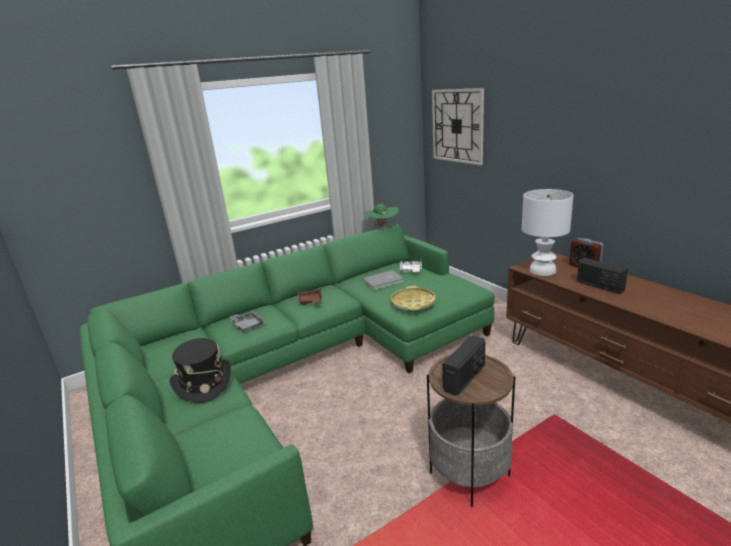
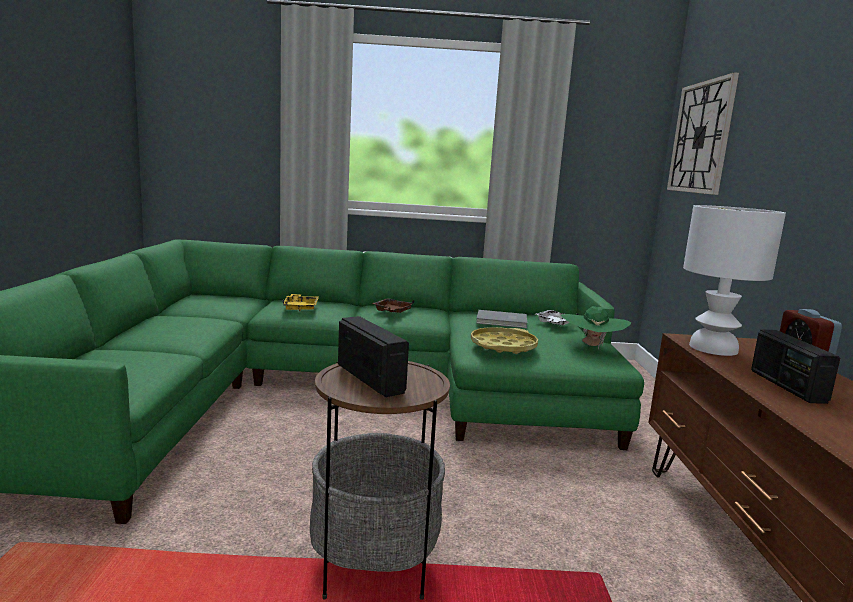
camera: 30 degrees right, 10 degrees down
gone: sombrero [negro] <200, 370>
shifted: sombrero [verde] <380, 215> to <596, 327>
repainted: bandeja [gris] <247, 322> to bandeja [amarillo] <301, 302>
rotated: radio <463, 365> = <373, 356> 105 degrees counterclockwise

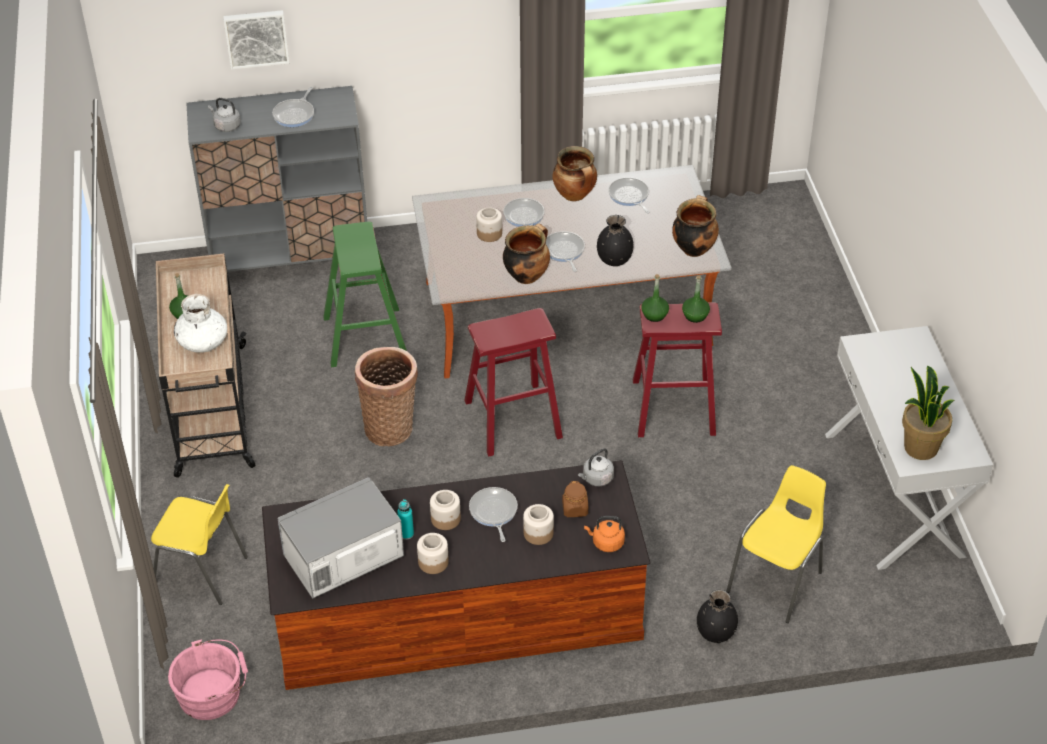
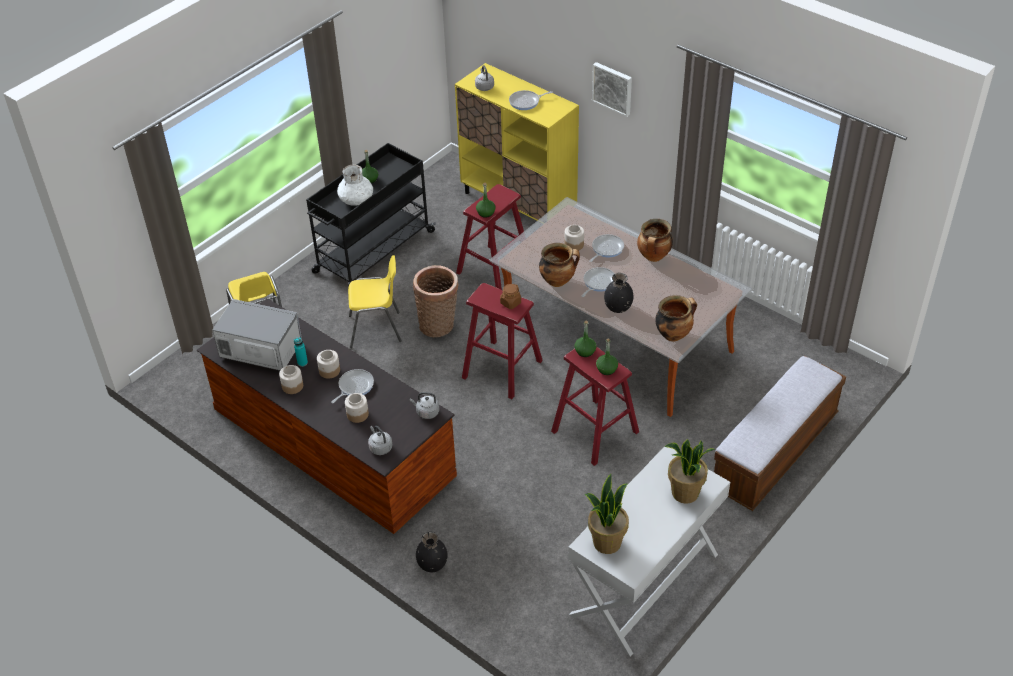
camera: 50 degrees right, 0 degrees up
gone: cubo [rosa] <208, 679>; sartén <628, 195>
new: botella [verde] <486, 200>; planta en maceta <689, 471>; banco <780, 433>
shifted: cuadro <256, 39> to <612, 89>; tarro [marrón] <575, 499> to <510, 296>; silla [amarillo] <776, 544> to <375, 301>
repainted: carrito [beis] <205, 366> to carrito [negro] <371, 214>; armario [gris] <276, 179> to armario [amarillo] <517, 142>; taburete [verde] <365, 294> to taburete [rojo] <490, 237>; hervidor [naranja] <604, 534> to hervidor [gris] <380, 440>

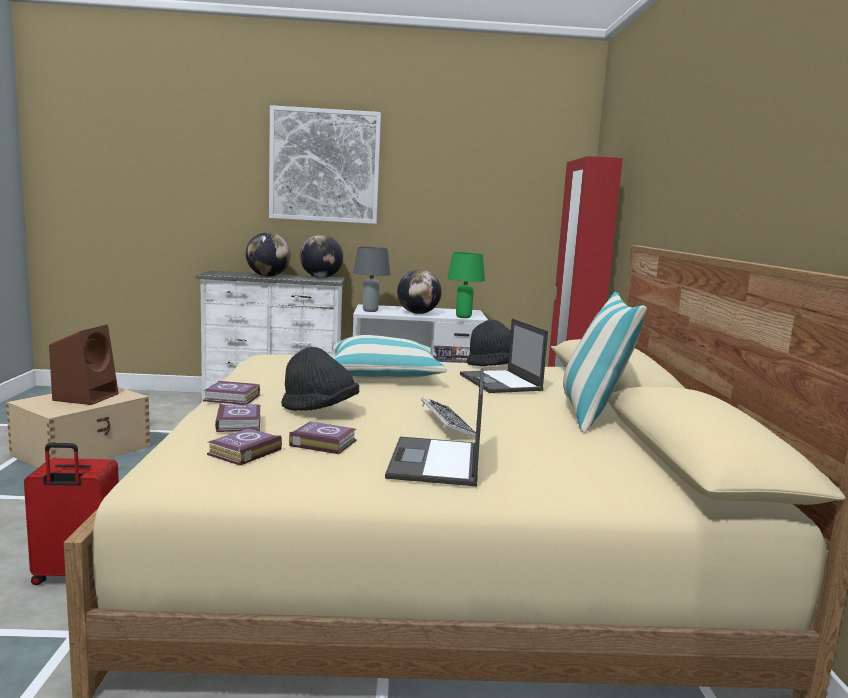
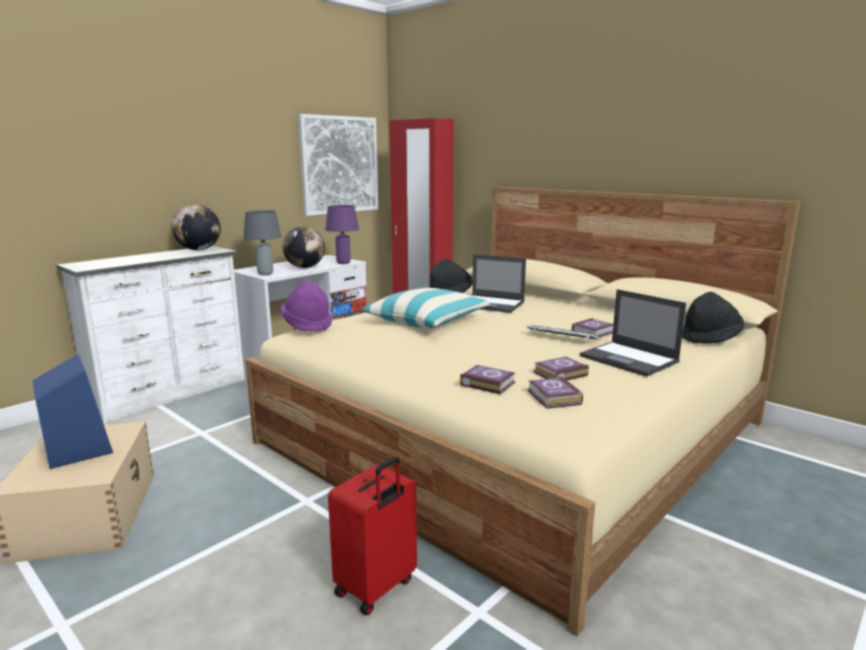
camera: 45 degrees left, 5 degrees up
gone: globo terráqueo <268, 254>; cojín <605, 362>
new: sombrero [morado] <306, 306>
shifted: libro <231, 393> to <592, 327>; cuadro <325, 164> to <338, 165>; sombrero [negro] <320, 379> to <713, 318>
repainted: altavoz [marrón] <84, 365> to altavoz [azul] <72, 411>; lámpara de mesa [verde] <466, 285> to lámpara de mesa [morado] <342, 234>

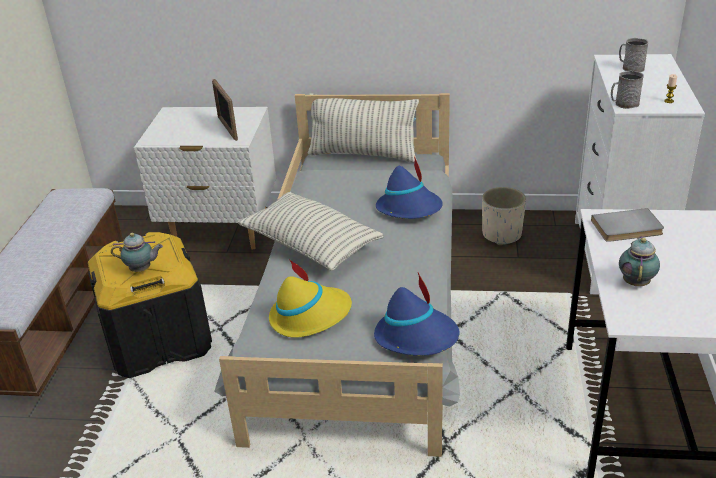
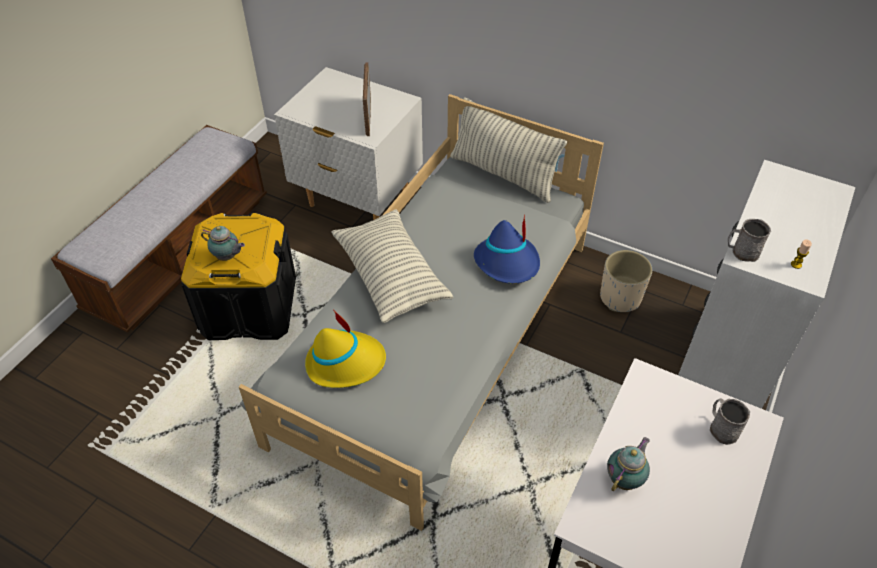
camera: 20 degrees right, 15 degrees up
gone: sombrero [azul] <417, 314>; libro [gris] <627, 225>
shifted: taza grande [gris] <633, 55> to <730, 421>

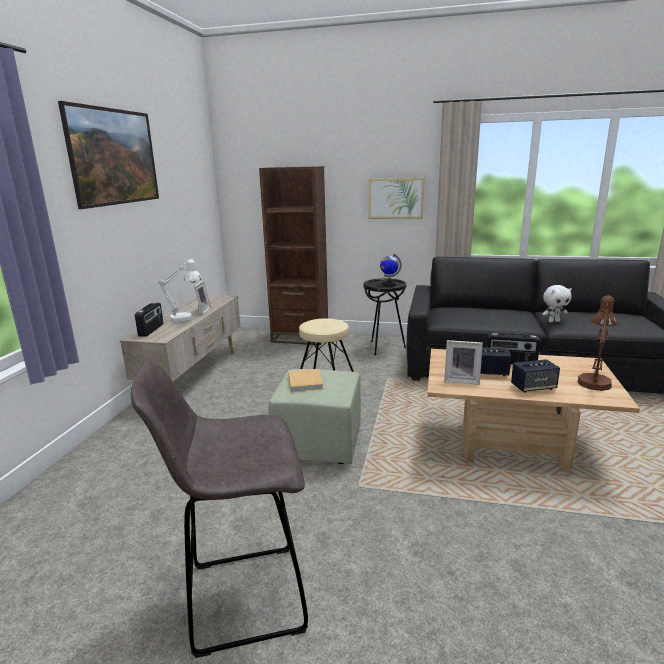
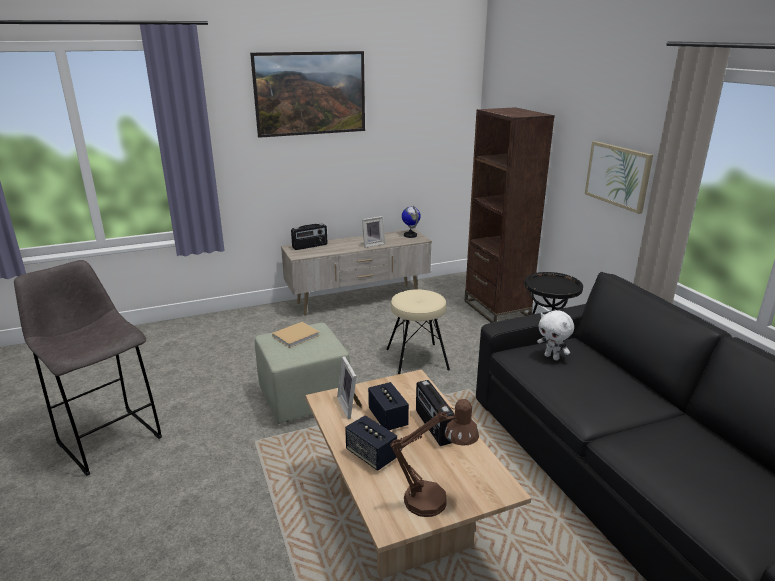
camera: 55 degrees right, 5 degrees up
gone: lámpara de mesa [blanco] <180, 290>
shifted: globo terráqueo <391, 270> to <411, 222>; peluche [blanco] <557, 304> to <555, 335>

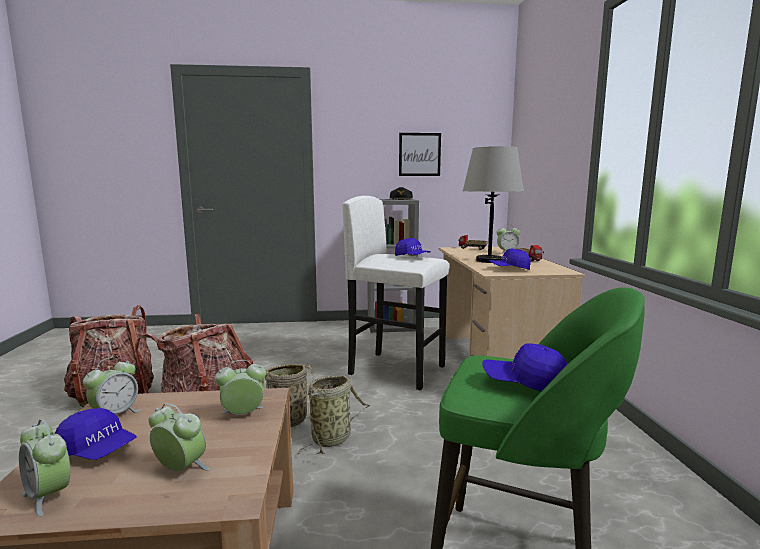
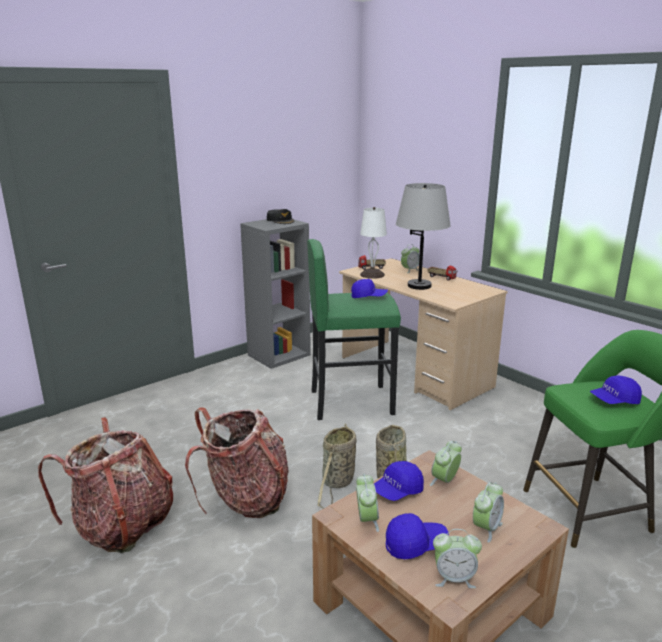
camera: 35 degrees left, 10 degrees up
gone: cuadro <420, 154>
new: lámpara de mesa [blanco] <373, 243>
shifted: gorra [azul] <509, 259> to <399, 481>
repainted: taburete [blanco] <395, 293> to taburete [verde] <354, 329>
rotated: despertador <178, 437> = <488, 512> 135 degrees clockwise

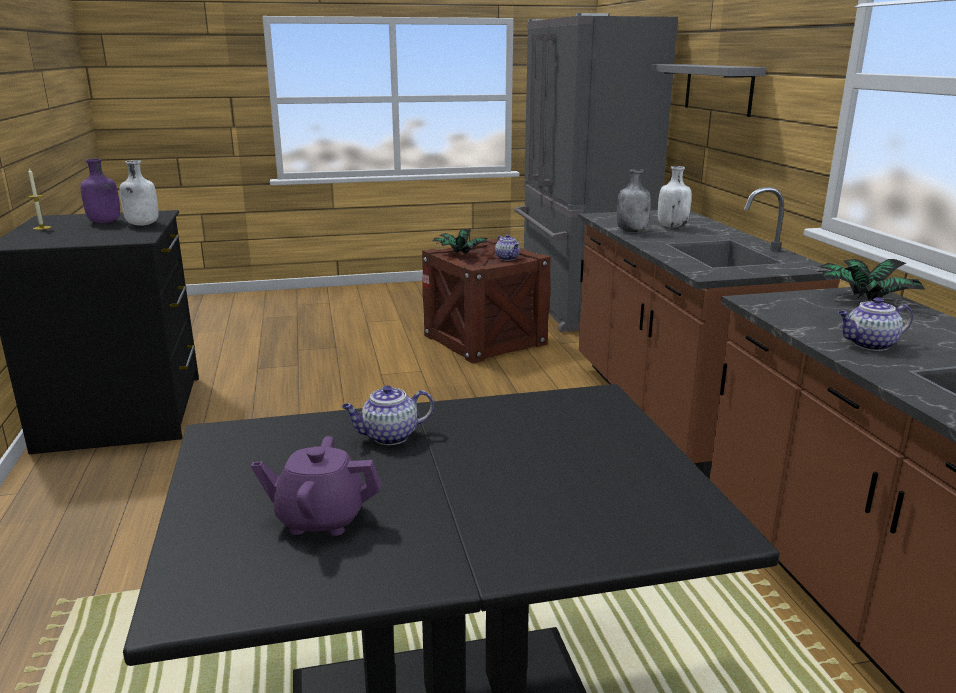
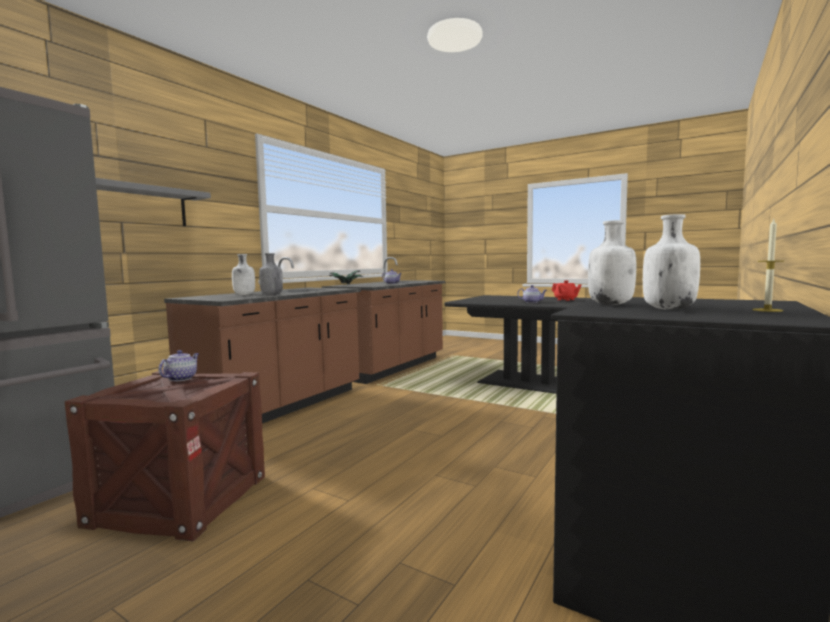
camera: 135 degrees left, 15 degrees down
gone: planta en maceta <460, 242>
repainted: botella [morado] <100, 191> to botella [blanco] <671, 262>; tetera [morado] <316, 486> to tetera [rojo] <567, 290>

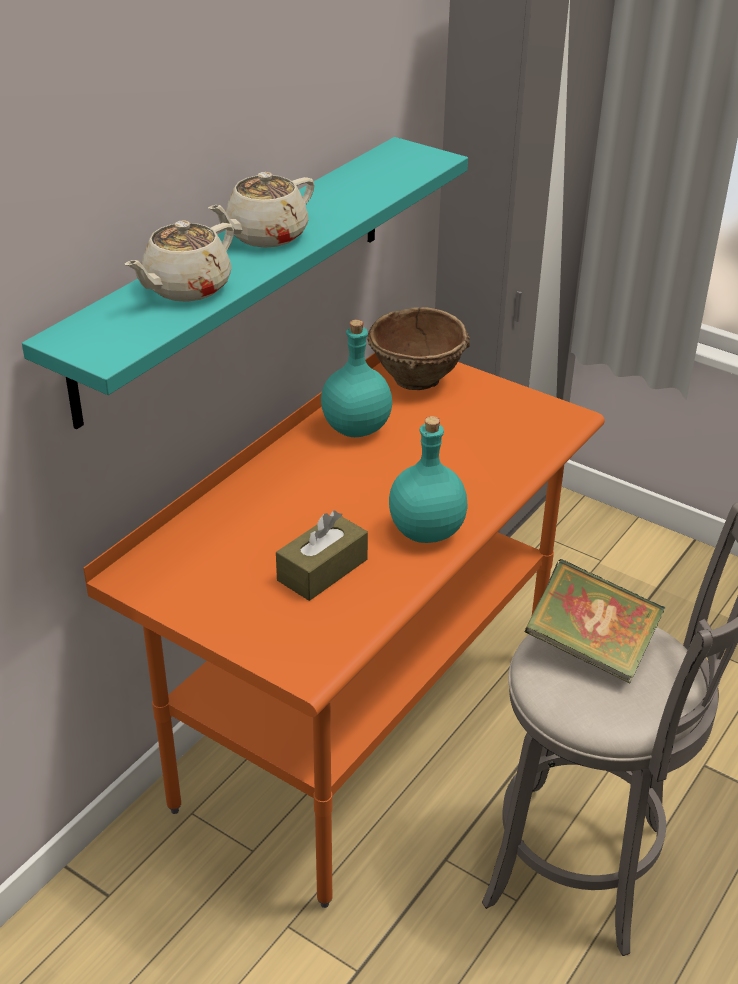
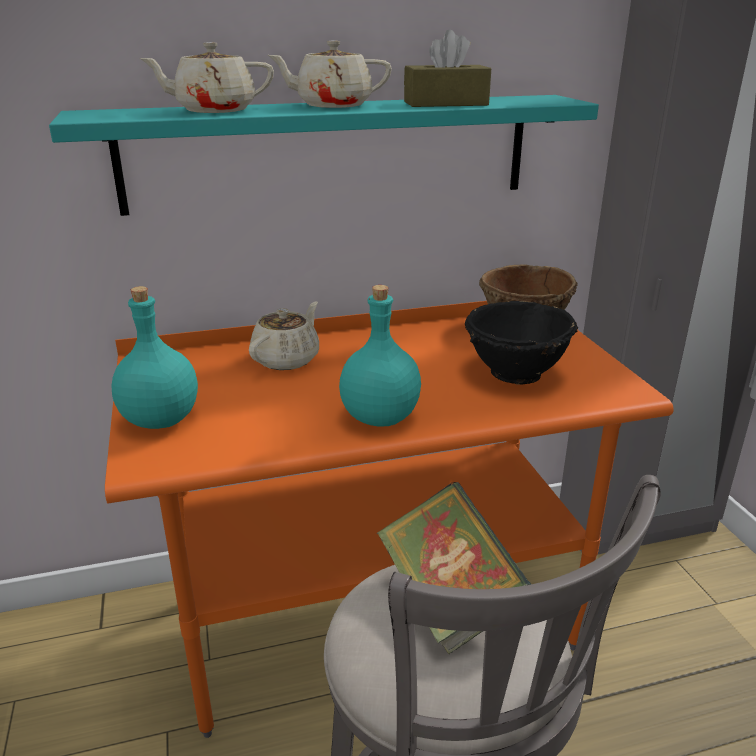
camera: 40 degrees right, 10 degrees down
new: tetera [beis] <284, 335>; cuenco [negro] <521, 343>
shifted: caja de pañuelos [marrón] <322, 556> to <447, 68>; botella [turquesa] <356, 378> to <155, 357>

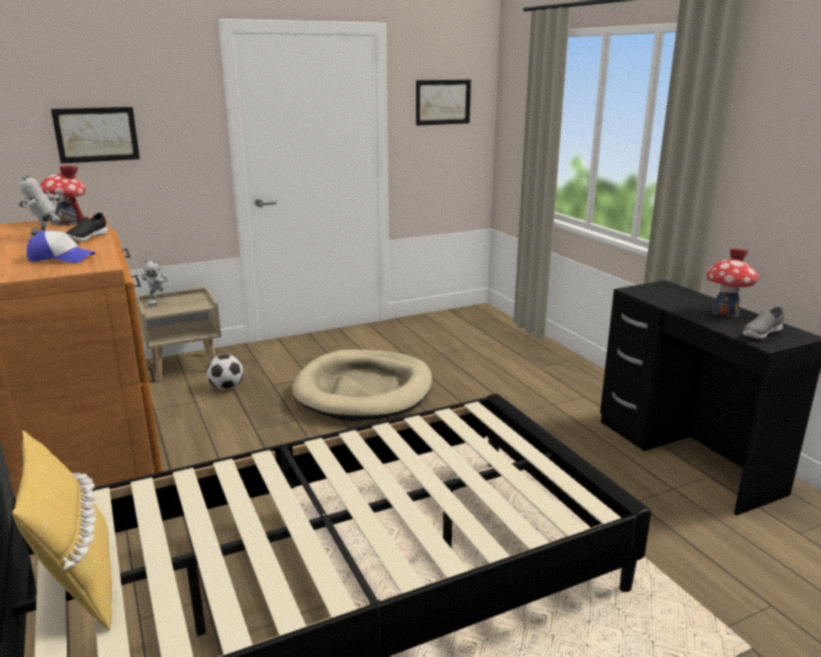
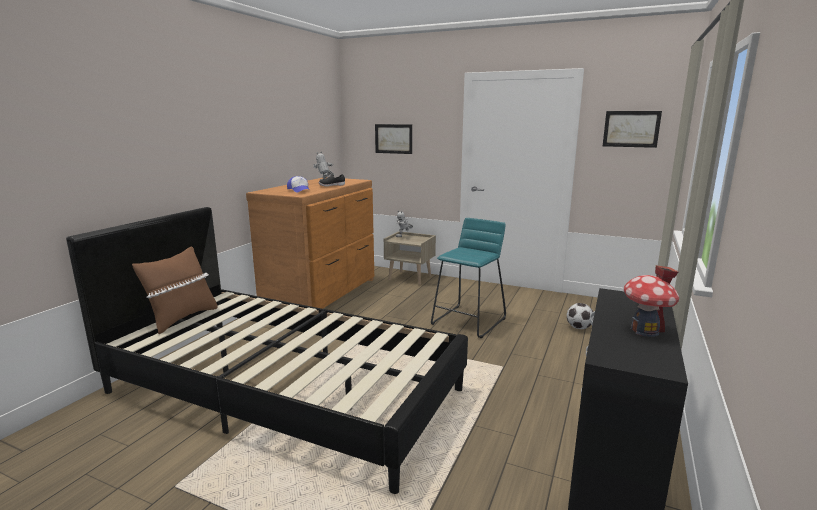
camera: 50 degrees right, 5 degrees down
gone: casita <63, 195>; zapato [gris] <763, 322>
shifted: balón de fútbol <225, 372> to <580, 316>
swapped: cama para perro [beis] <362, 385> to taburete [turquesa] <468, 278>
repainted: cojín [amarillo] <62, 531> to cojín [marrón] <175, 290>

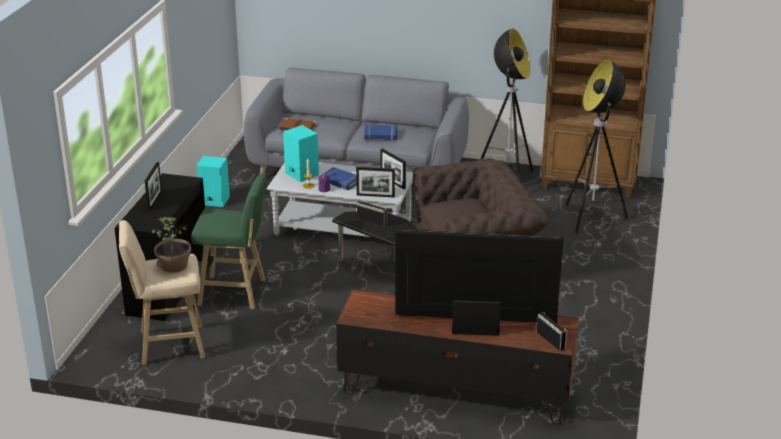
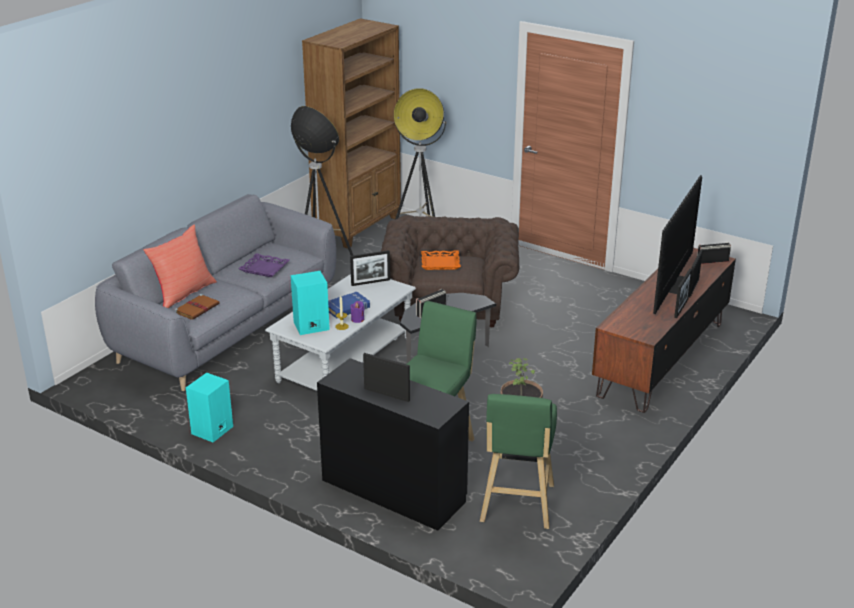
camera: 70 degrees left, 0 degrees up
new: cojín [rojo] <180, 266>; bandeja [naranja] <441, 260>
shifted: portarretratos <375, 182> to <683, 293>
swapped: libro [azul] <380, 132> to bandeja [morado] <264, 265>
repainted: taburete [beis] <162, 292> to taburete [verde] <518, 461>

